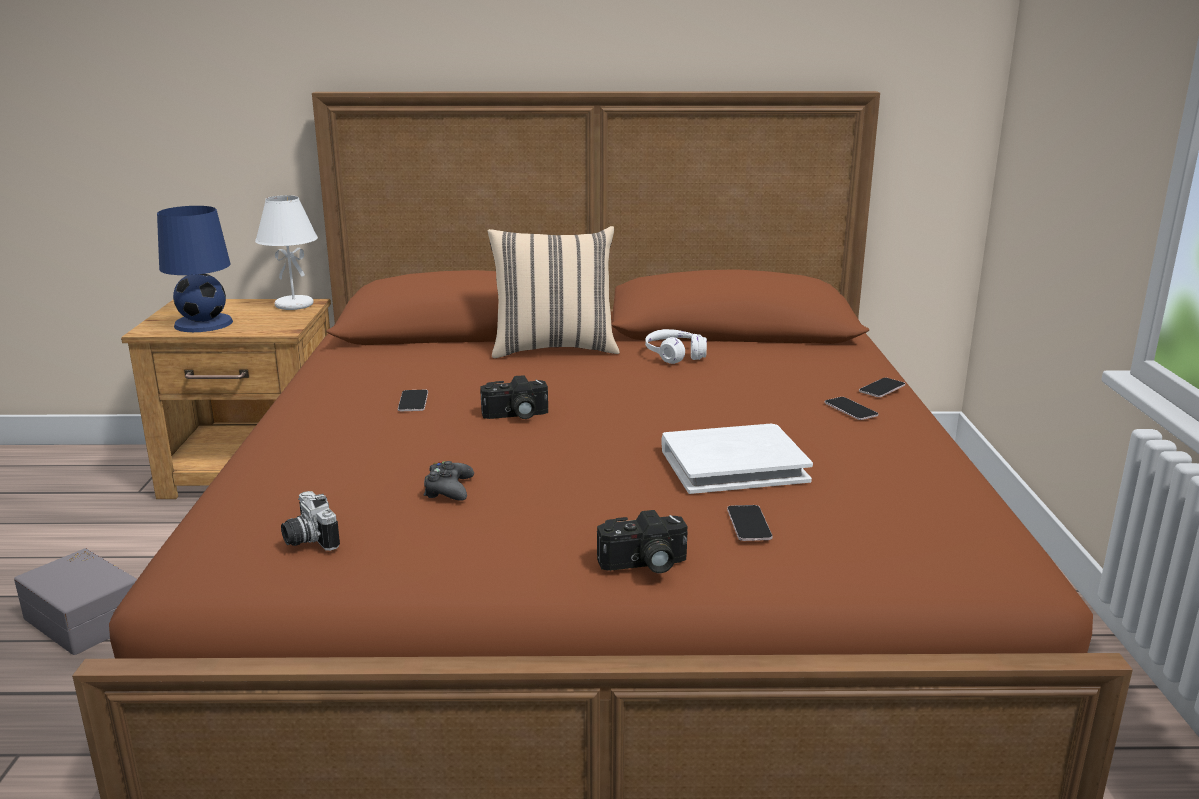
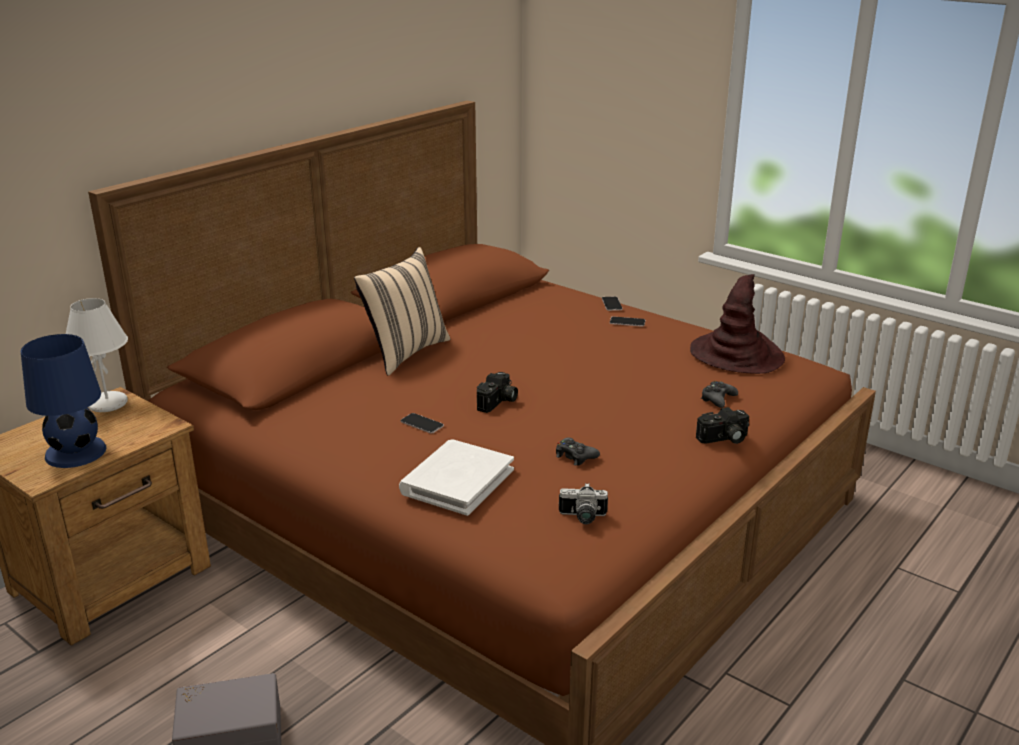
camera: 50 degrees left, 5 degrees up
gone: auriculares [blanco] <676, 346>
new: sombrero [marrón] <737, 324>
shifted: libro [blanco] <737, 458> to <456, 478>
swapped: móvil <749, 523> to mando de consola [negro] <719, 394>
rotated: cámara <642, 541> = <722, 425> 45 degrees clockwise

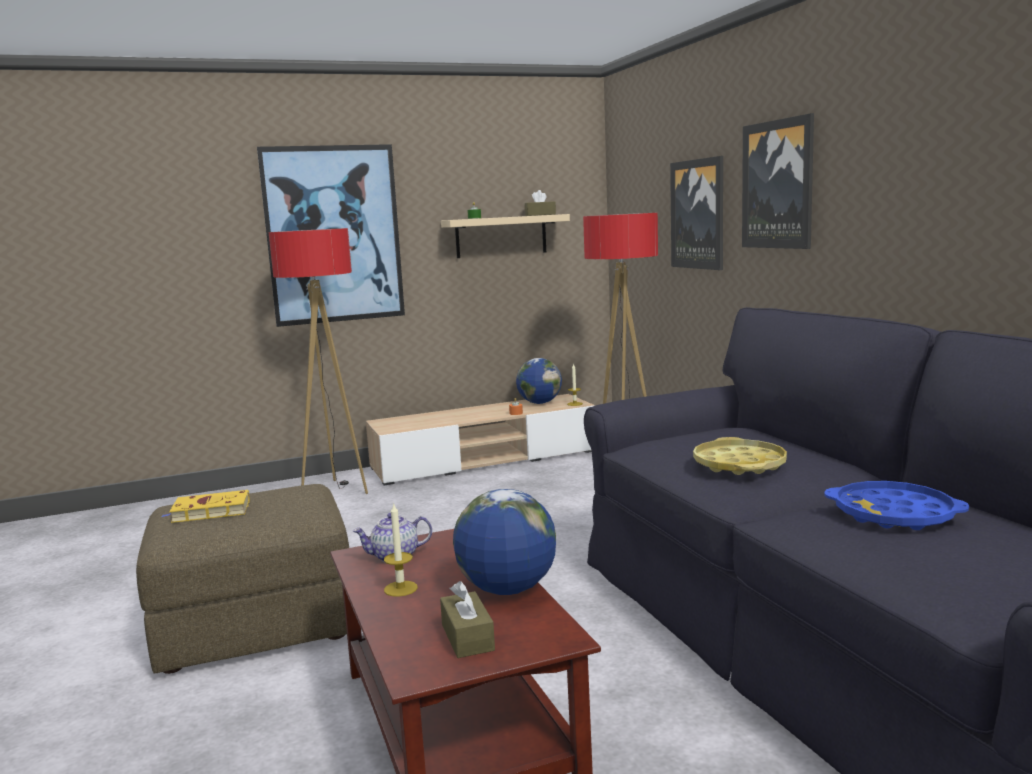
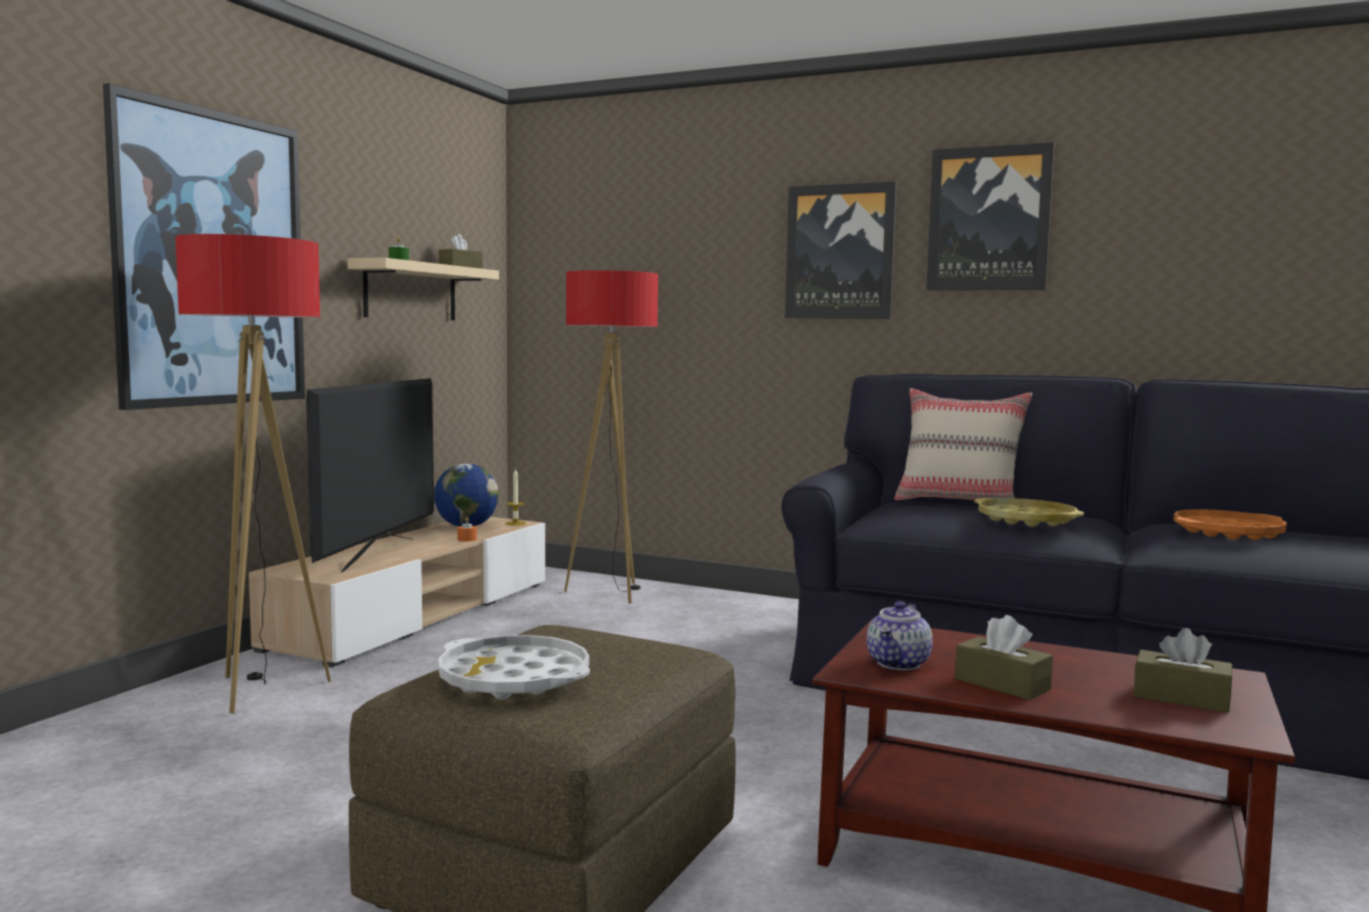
camera: 45 degrees left, 5 degrees down
gone: globo terráqueo <504, 542>
new: televisor <370, 475>; cojín [beis] <963, 444>
shifted: cuadro <696, 213> to <990, 216>
swapped: libro [amarillo] <206, 506> to bandeja [blanco] <514, 667>; vela <401, 549> to caja de pañuelos [marrón] <1004, 657>
repainted: bandeja [azul] <897, 505> to bandeja [naranja] <1230, 524>

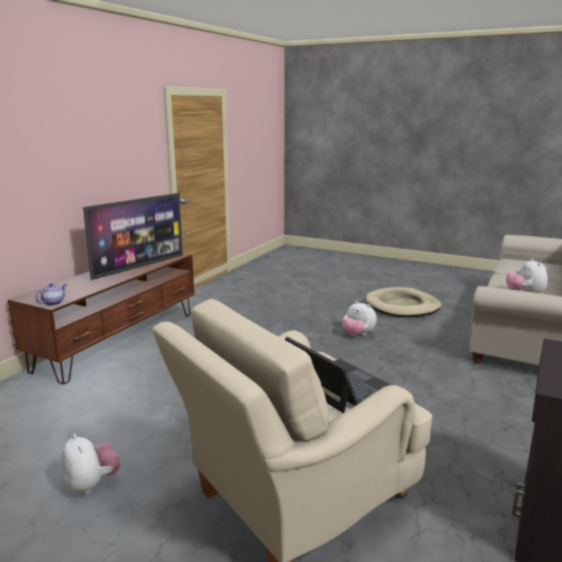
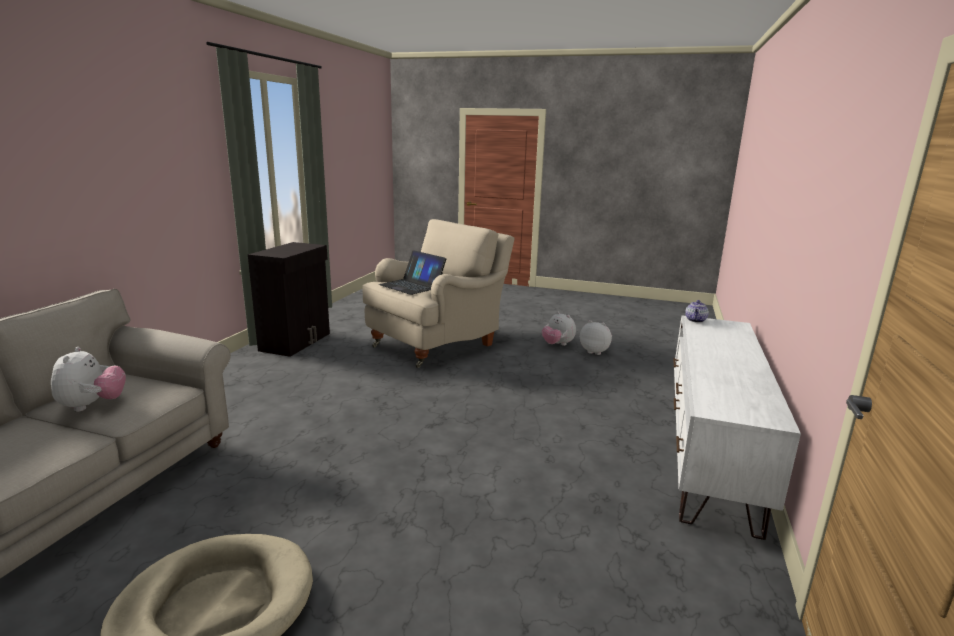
camera: 170 degrees right, 0 degrees up
gone: televisor <133, 236>
shifted: peluche <359, 318> to <596, 337>
repainted: mueble de televisión [marrón] <101, 318> to mueble de televisión [blanco] <737, 428>

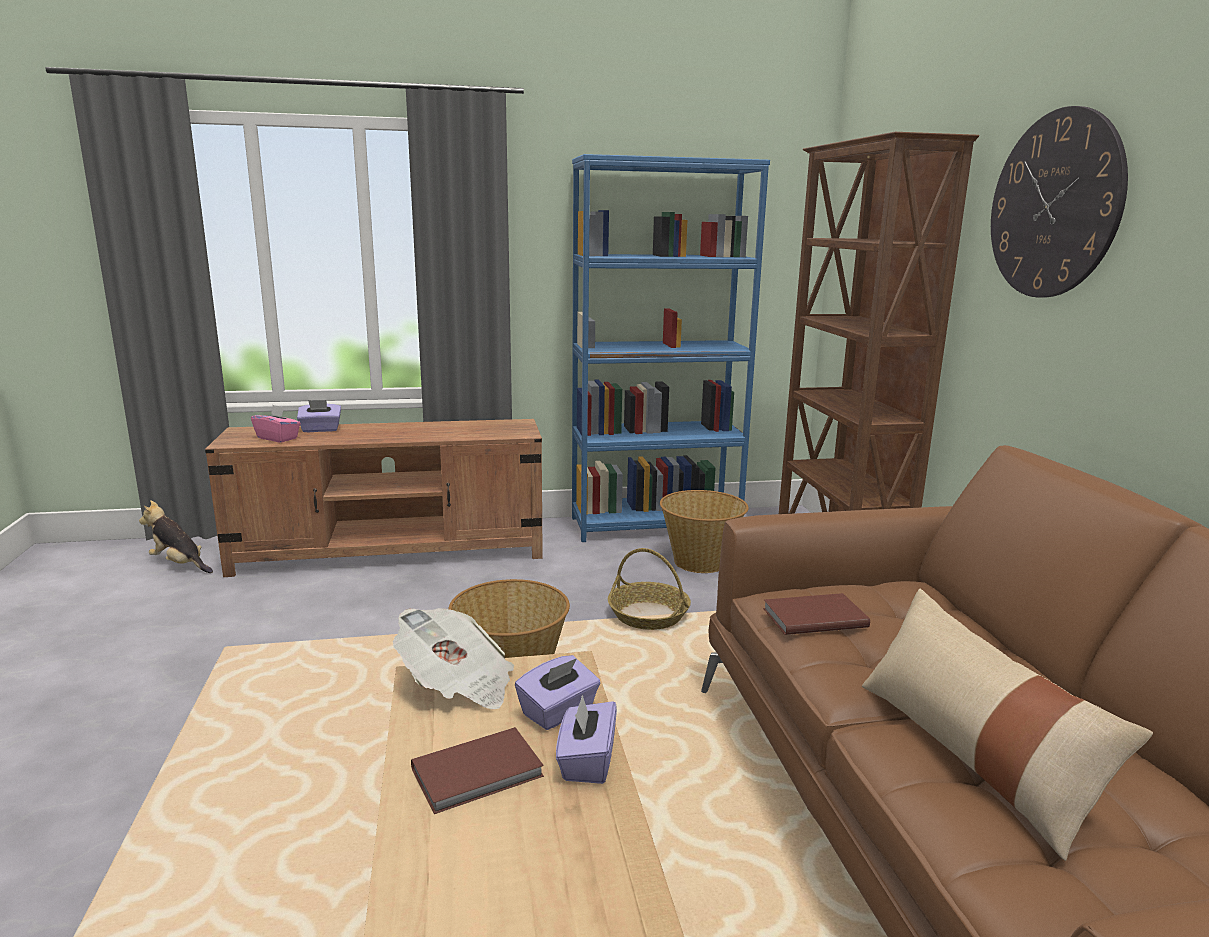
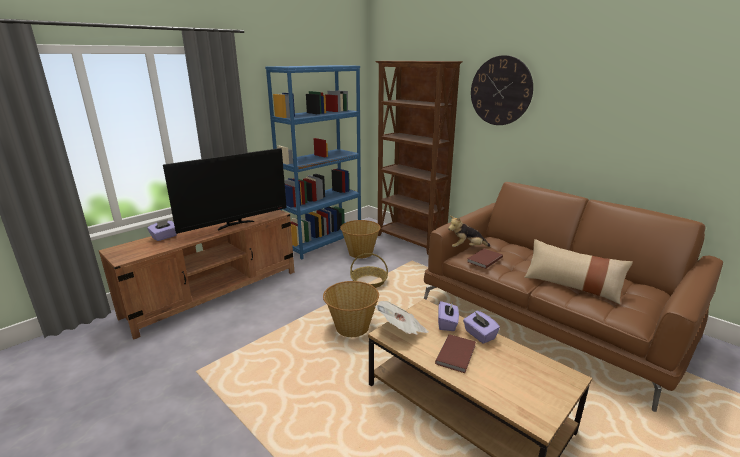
camera: 35 degrees left, 5 degrees up
gone: caja de pañuelos [rosa] <276, 424>
new: televisor <225, 191>
shifted: peluche <176, 537> to <469, 231>

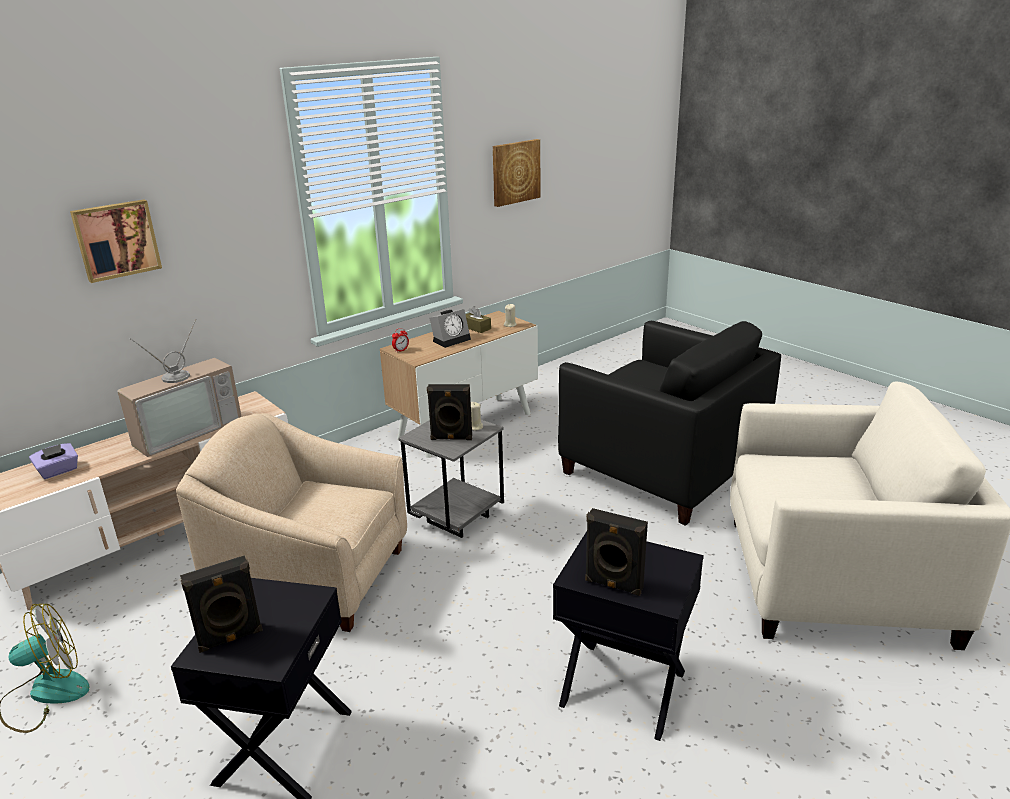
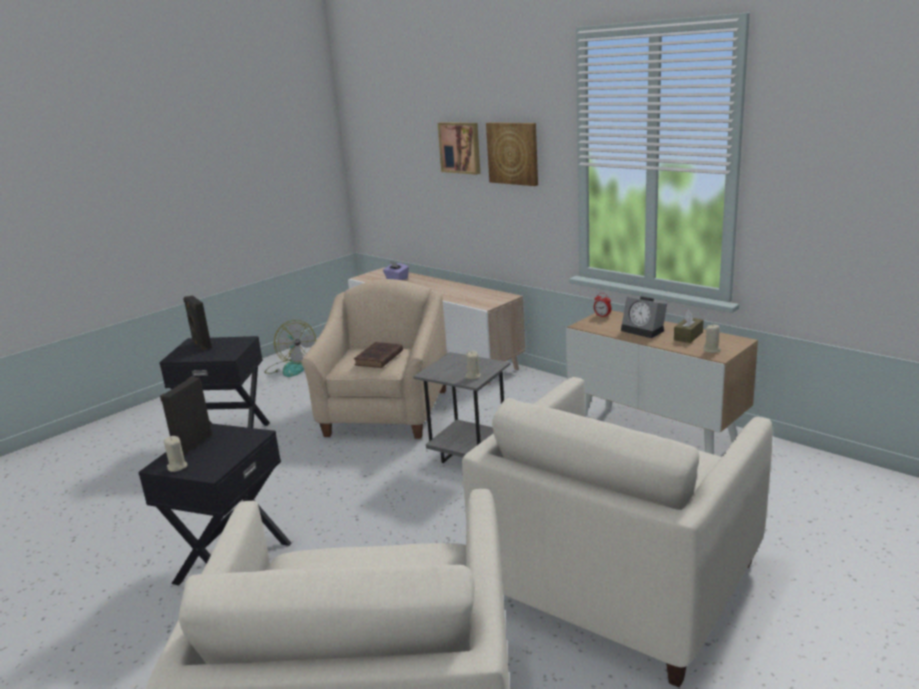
camera: 85 degrees right, 5 degrees down
gone: televisor <179, 388>; altavoz [negro] <449, 412>
new: vela [beis] <175, 454>; libro [marrón] <378, 355>
shifted: cuadro <516, 173> to <512, 154>
repainted: sillón [negro] <669, 423> to sillón [beis] <617, 532>

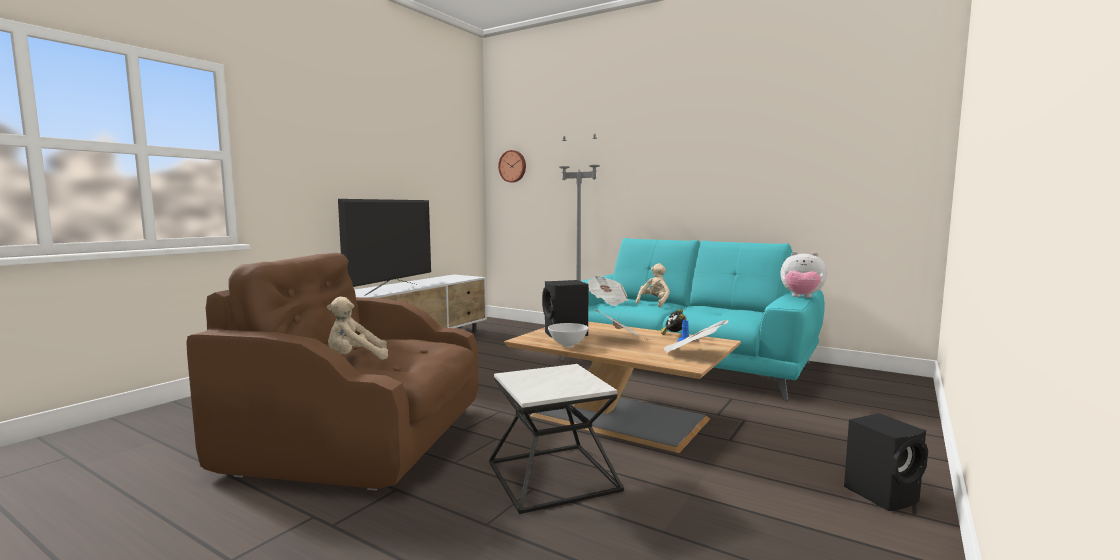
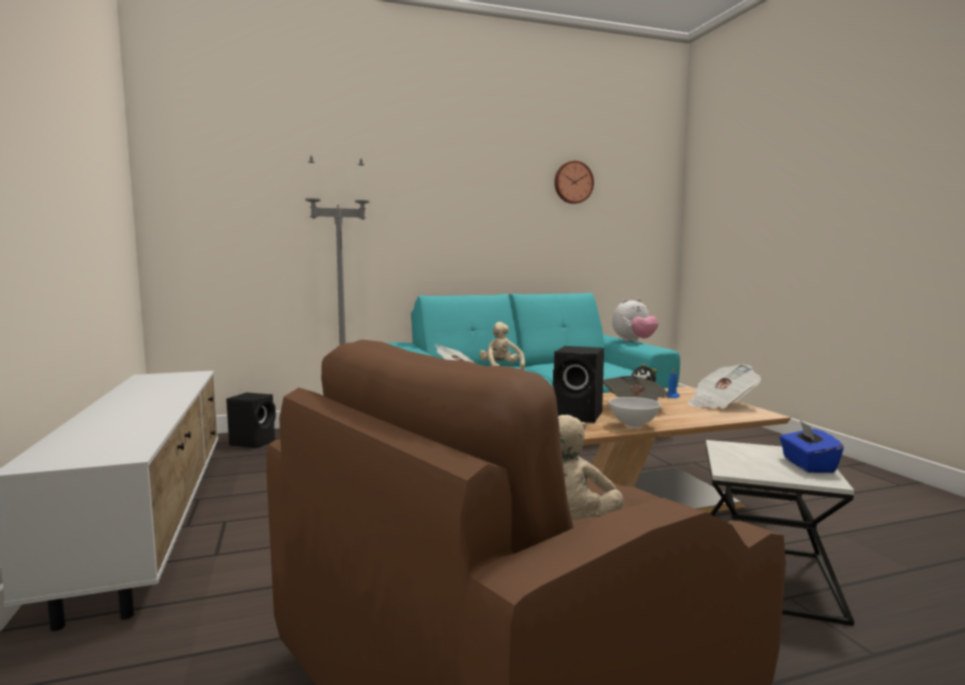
camera: 50 degrees left, 0 degrees up
gone: televisor <384, 247>
new: caja de pañuelos [azul] <811, 446>
shifted: reloj de pared <512, 166> to <574, 182>; altavoz [negro] <886, 462> to <251, 420>

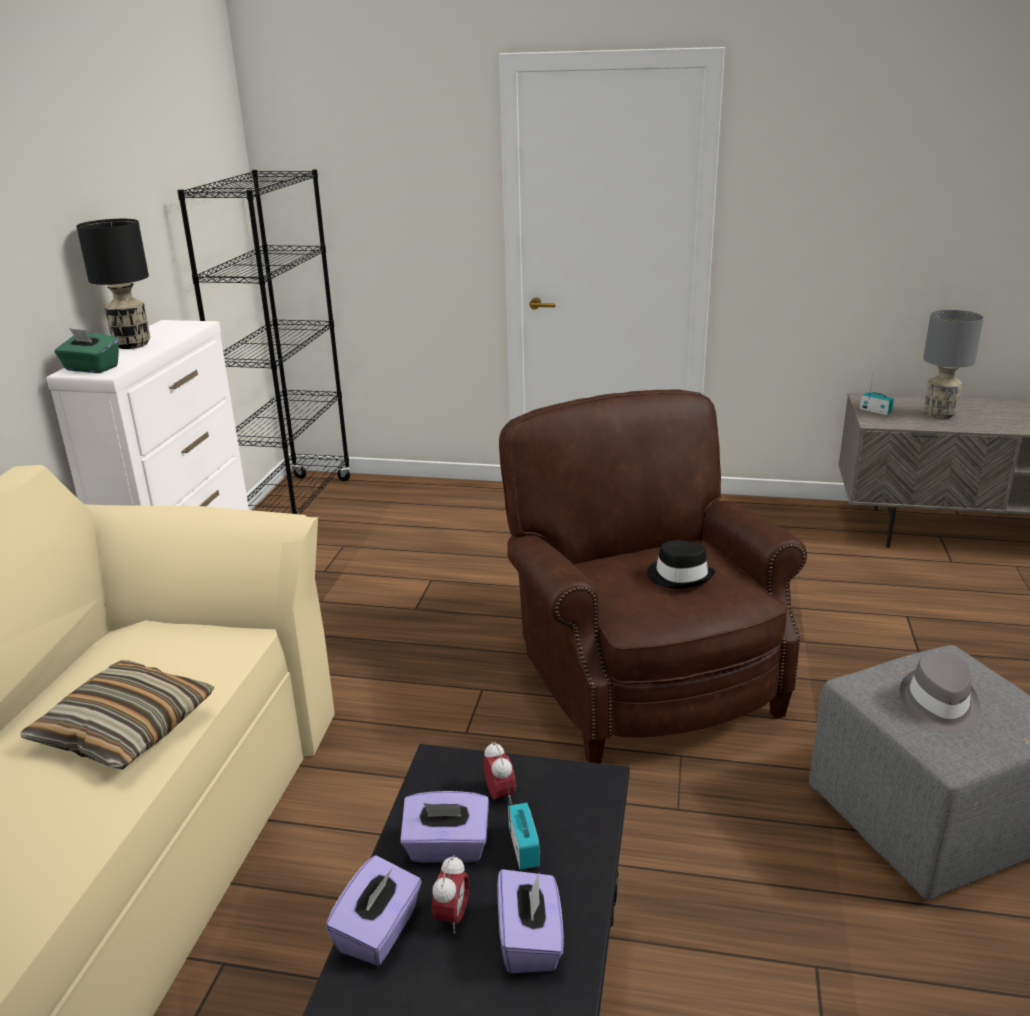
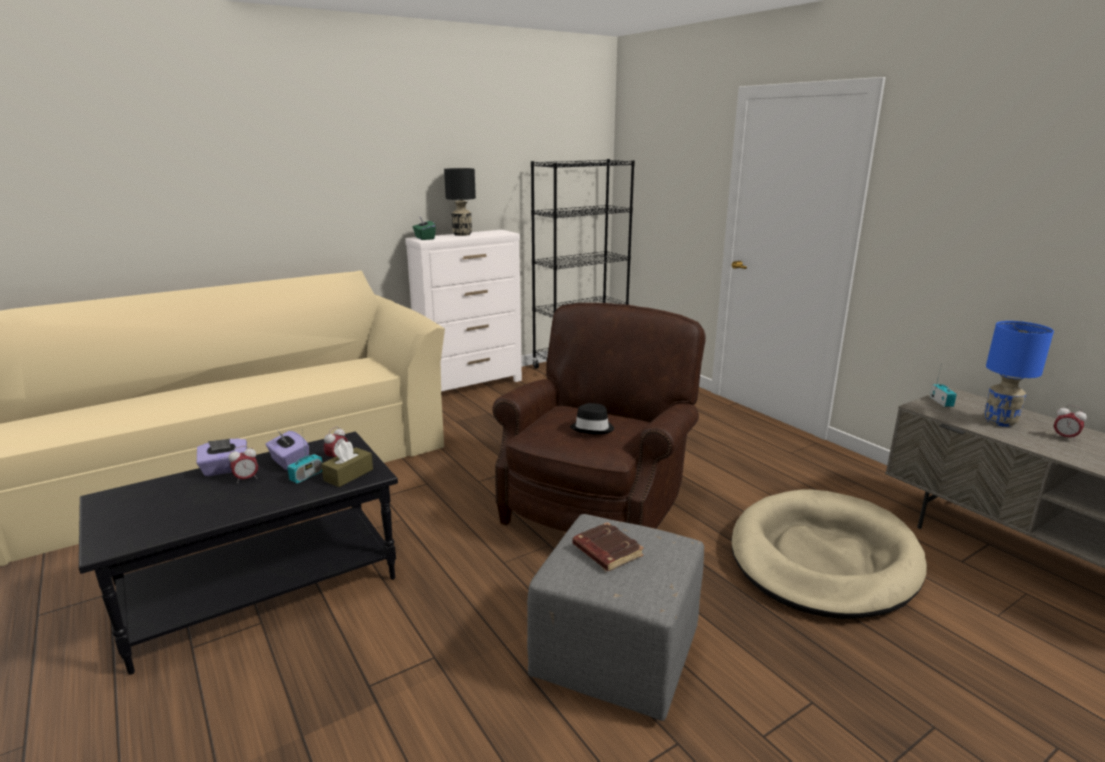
camera: 45 degrees right, 5 degrees down
gone: cojín <117, 715>; caja de pañuelos [morado] <530, 921>
new: caja de pañuelos [marrón] <347, 463>; cama para perro [beis] <829, 554>; despertador <1070, 423>
swapped: sombrero [gris] <940, 692> to libro [marrón] <608, 546>
repainted: lámpara de mesa [gris] <953, 364> to lámpara de mesa [azul] <1019, 374>

